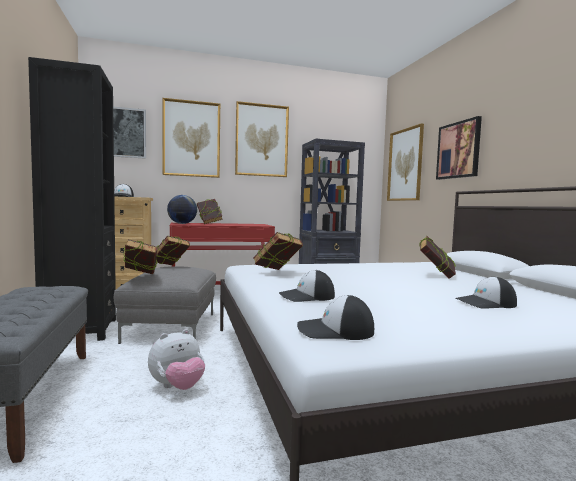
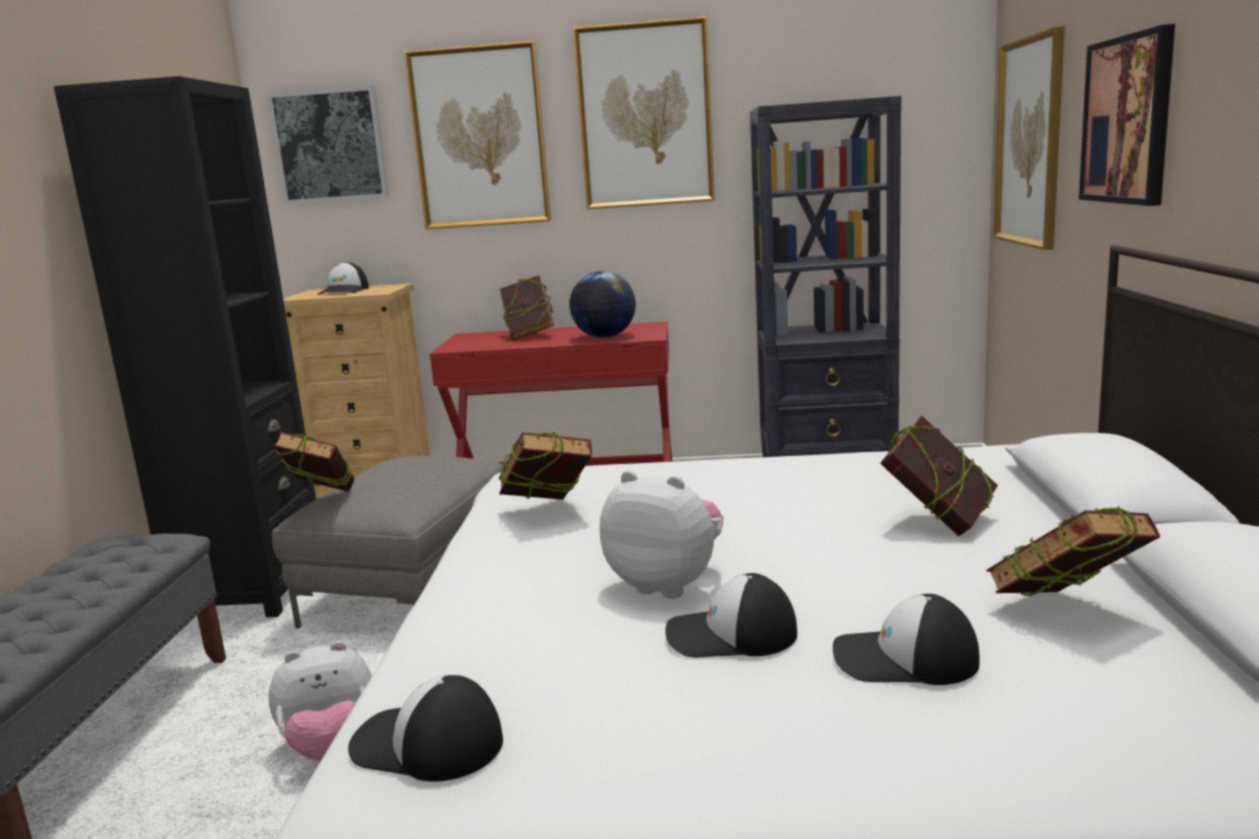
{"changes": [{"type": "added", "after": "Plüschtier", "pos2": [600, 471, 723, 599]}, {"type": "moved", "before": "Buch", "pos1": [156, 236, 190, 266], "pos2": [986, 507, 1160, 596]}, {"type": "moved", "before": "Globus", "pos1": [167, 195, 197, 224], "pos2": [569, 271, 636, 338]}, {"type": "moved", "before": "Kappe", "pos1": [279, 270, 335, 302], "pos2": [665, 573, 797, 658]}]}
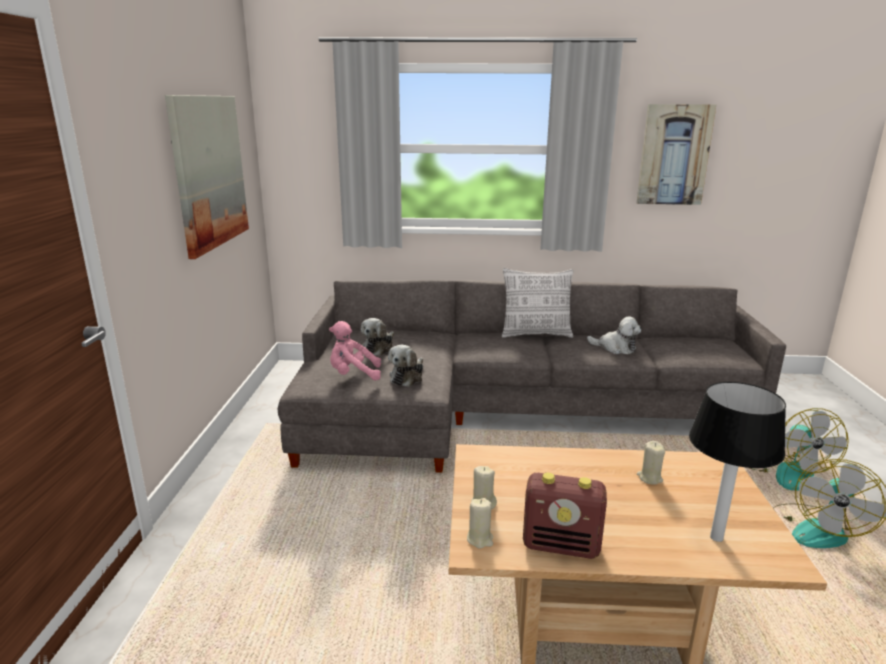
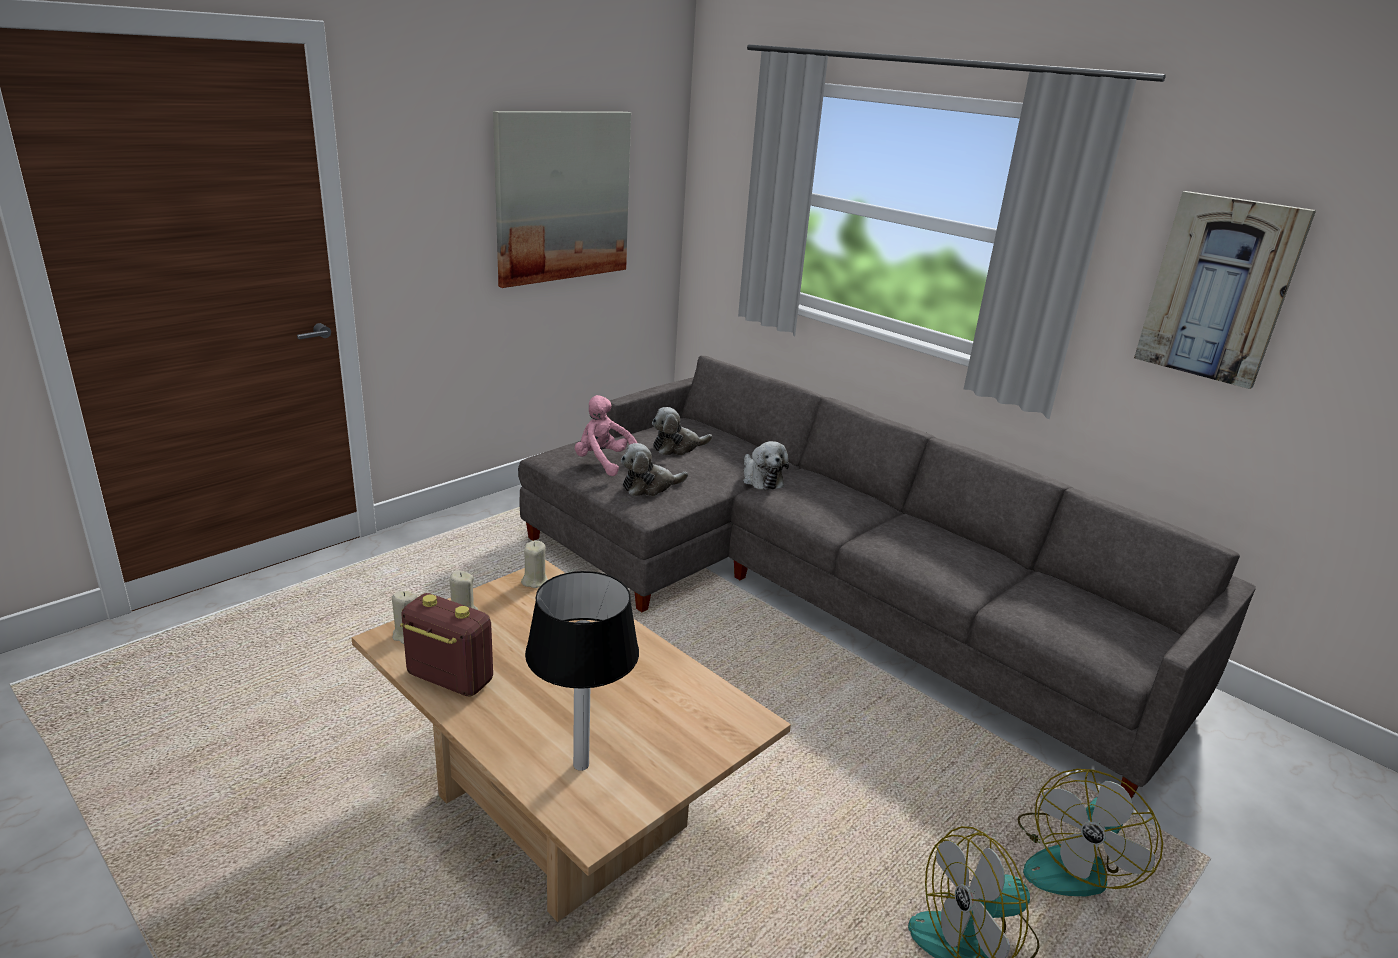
{"changes": [{"type": "removed", "before": "Kissen", "pos1": [502, 268, 573, 338]}, {"type": "moved", "before": "Plüschtier", "pos1": [587, 316, 641, 354], "pos2": [743, 441, 789, 490]}, {"type": "moved", "before": "Kerze/beige", "pos1": [637, 441, 665, 485], "pos2": [521, 541, 548, 588]}, {"type": "turned", "before": "Radio", "pos1": [523, 473, 607, 559], "pos2": [400, 593, 493, 697], "turn": 150}]}
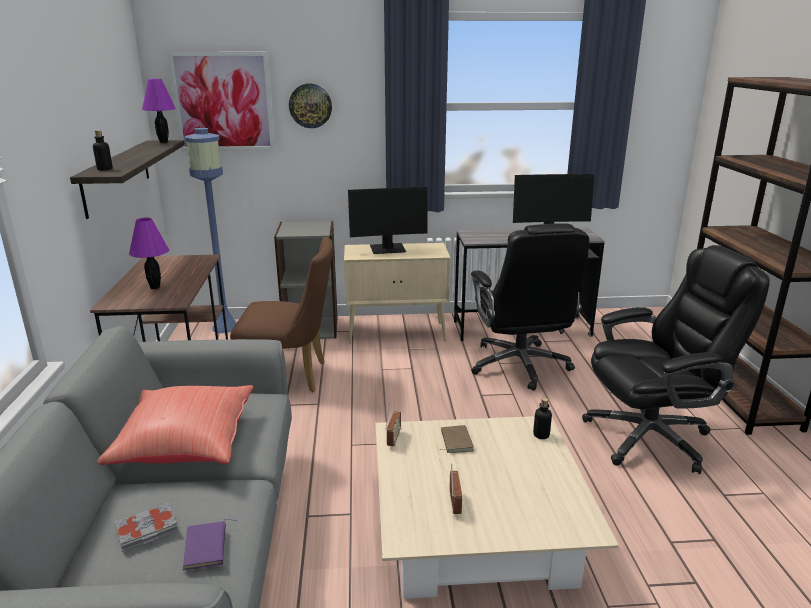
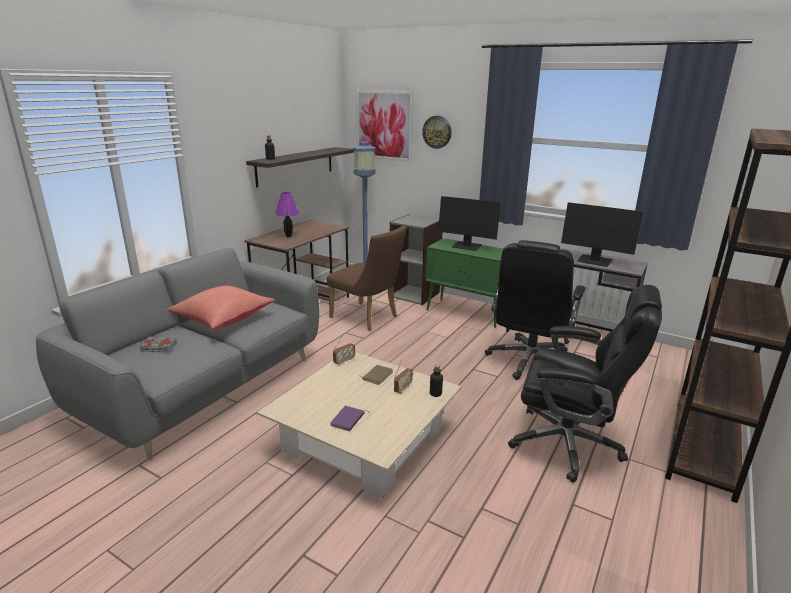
{"changes": [{"type": "removed", "before": "Tischlampe/lila", "pos1": [142, 79, 176, 143]}, {"type": "moved", "before": "Buch/lila", "pos1": [183, 519, 237, 570], "pos2": [330, 406, 371, 432]}, {"type": "moved", "before": "Radio", "pos1": [450, 464, 462, 514], "pos2": [394, 360, 413, 393]}, {"type": "recoloured", "before": "Schrank/beige", "after": "Schrank/grün", "pos1": [344, 243, 450, 344], "pos2": [426, 238, 503, 328]}]}
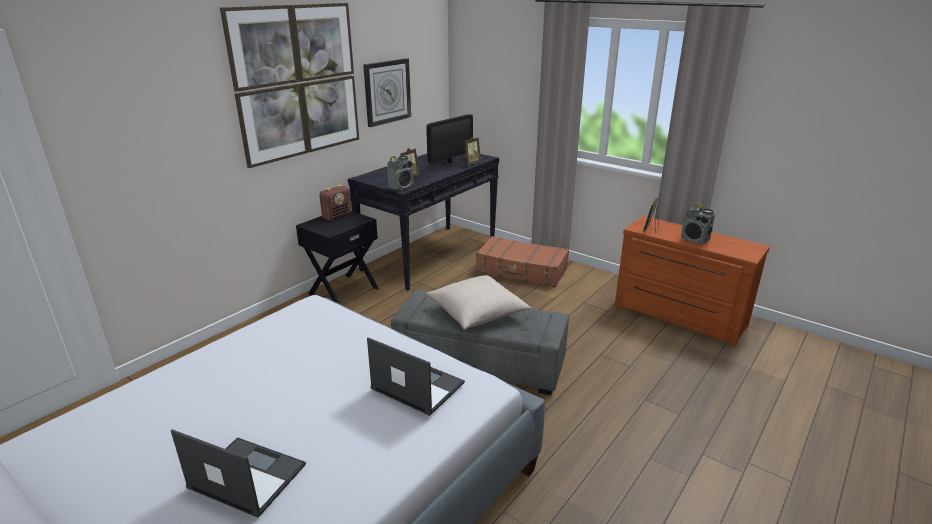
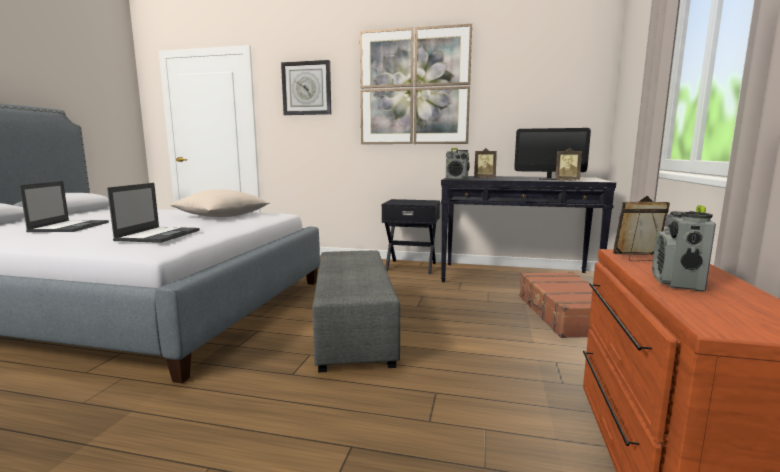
{"changes": [{"type": "removed", "before": "Radio", "pos1": [319, 185, 351, 220]}, {"type": "moved", "before": "Wanduhr", "pos1": [363, 58, 411, 127], "pos2": [281, 60, 331, 115]}, {"type": "moved", "before": "Kissen/beige", "pos1": [426, 275, 531, 330], "pos2": [170, 190, 270, 217]}]}
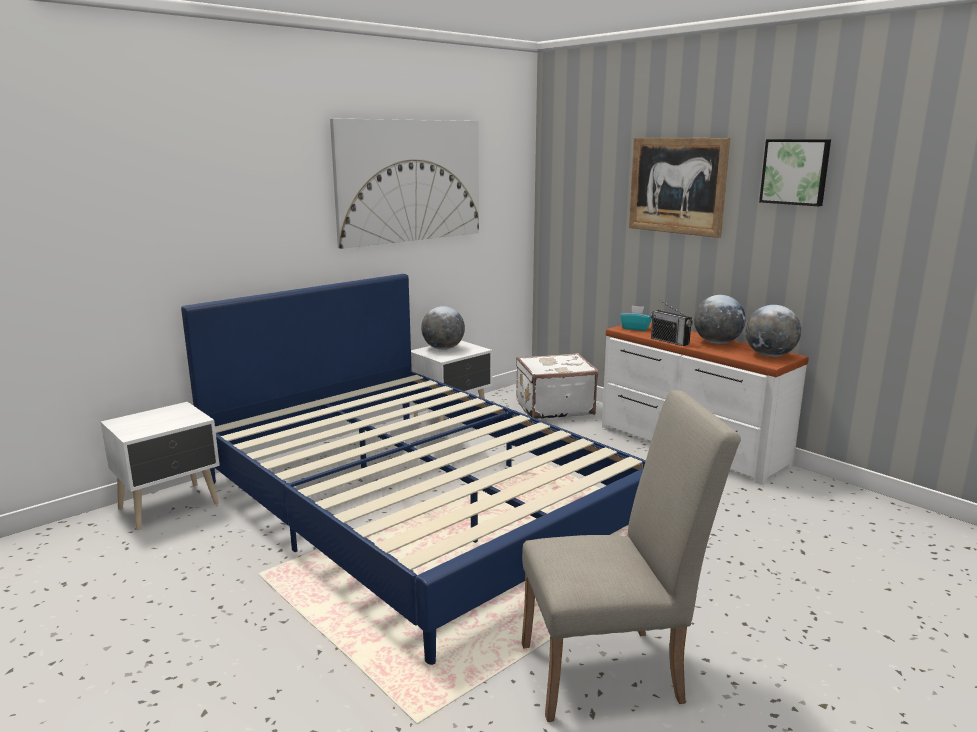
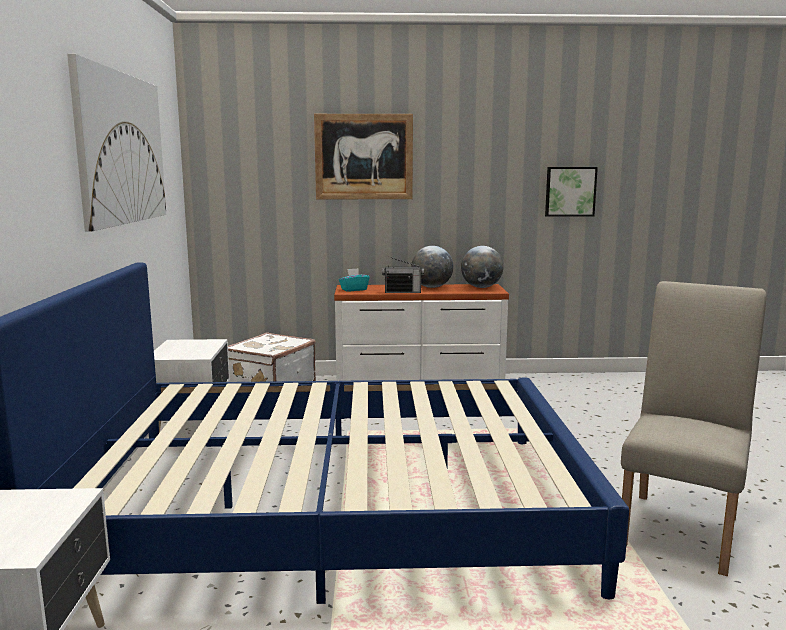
{"changes": [{"type": "removed", "before": "Globus", "pos1": [421, 306, 465, 350]}, {"type": "moved", "before": "Bild", "pos1": [759, 139, 831, 206], "pos2": [545, 167, 598, 217]}]}
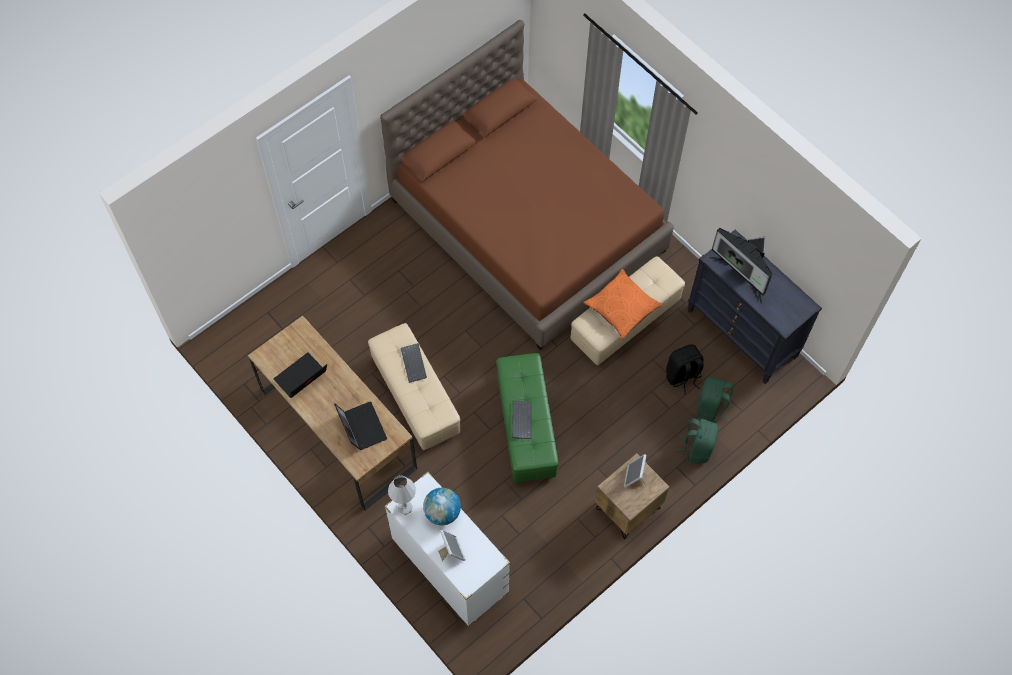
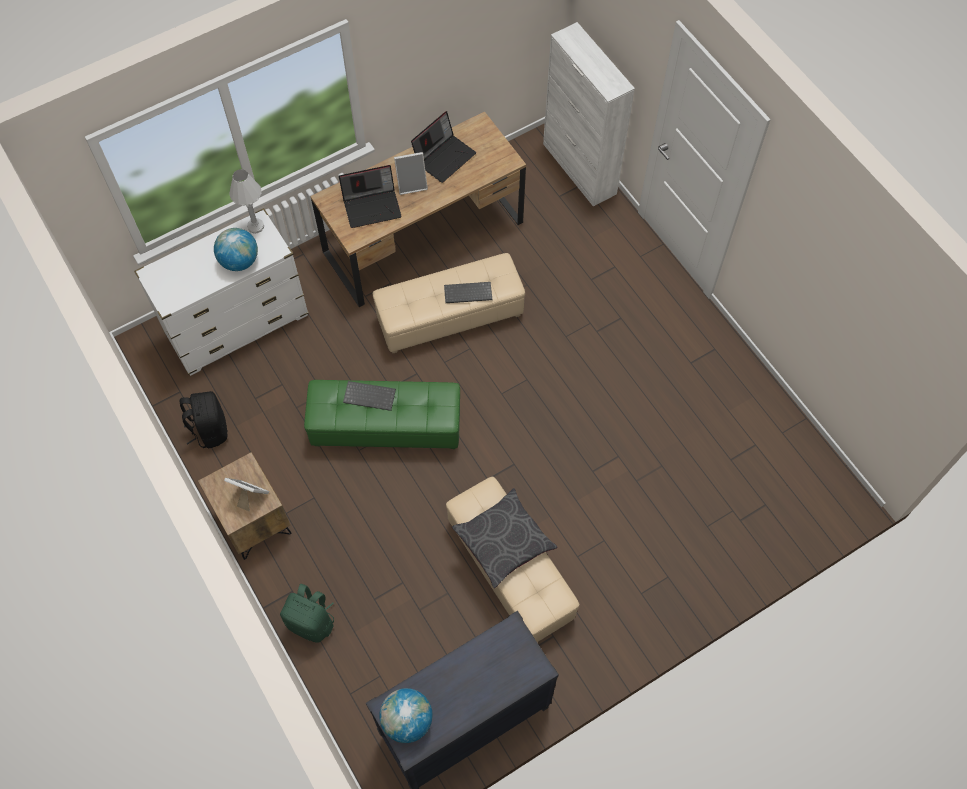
{"changes": [{"type": "removed", "before": "Bett/braun", "pos1": [380, 20, 674, 350]}, {"type": "removed", "before": "Rucksack/grün", "pos1": [697, 377, 734, 422]}, {"type": "removed", "before": "Monitor", "pos1": [709, 228, 772, 304]}, {"type": "added", "after": "Globus", "pos2": [379, 688, 432, 743]}, {"type": "added", "after": "Schrank/weiß", "pos2": [543, 22, 635, 207]}, {"type": "moved", "before": "Bilderrahmen", "pos1": [438, 530, 466, 562], "pos2": [394, 152, 428, 195]}, {"type": "moved", "before": "Rucksack/schwarz", "pos1": [666, 345, 704, 395], "pos2": [180, 391, 227, 448]}, {"type": "recoloured", "before": "Kissen/orange", "after": "Kissen/grau", "pos1": [583, 269, 662, 339], "pos2": [452, 488, 558, 588]}, {"type": "turned", "before": "Laptop", "pos1": [274, 352, 327, 398], "pos2": [411, 111, 476, 183], "turn": 75}]}
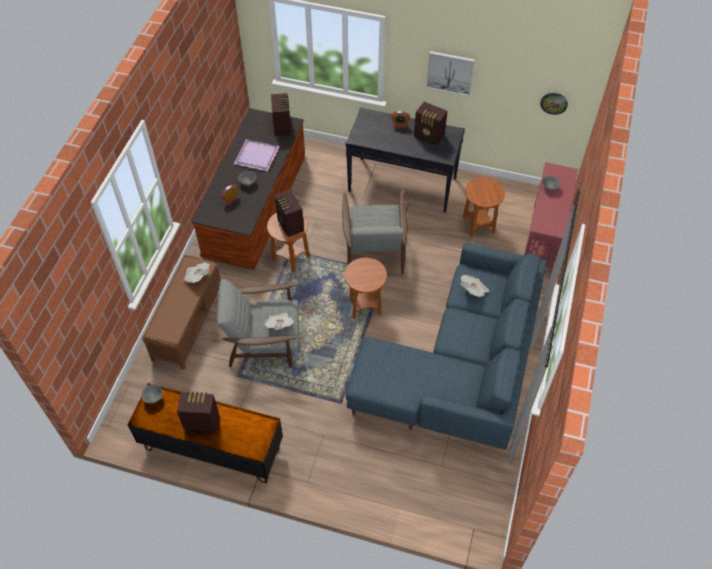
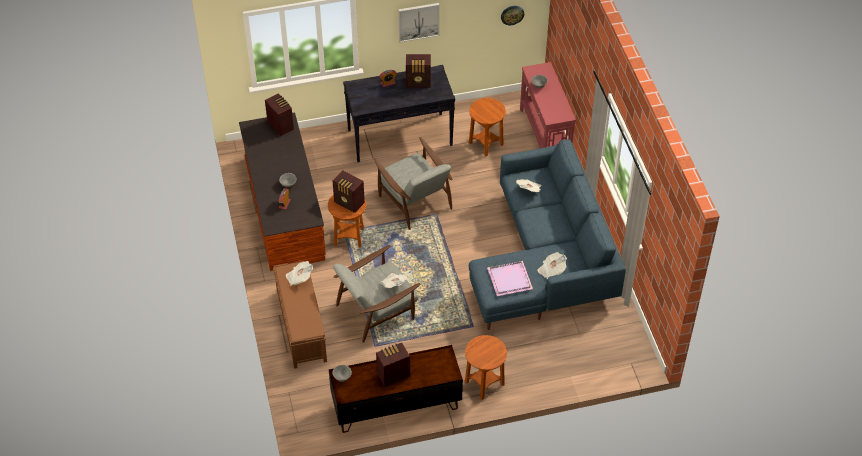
{"changes": [{"type": "added", "after": "Zeitung", "pos2": [537, 252, 567, 280]}, {"type": "moved", "before": "Tablett/lila", "pos1": [234, 139, 280, 171], "pos2": [487, 261, 533, 296]}, {"type": "moved", "before": "Beistelltisch/braun", "pos1": [344, 258, 387, 319], "pos2": [465, 335, 507, 400]}]}
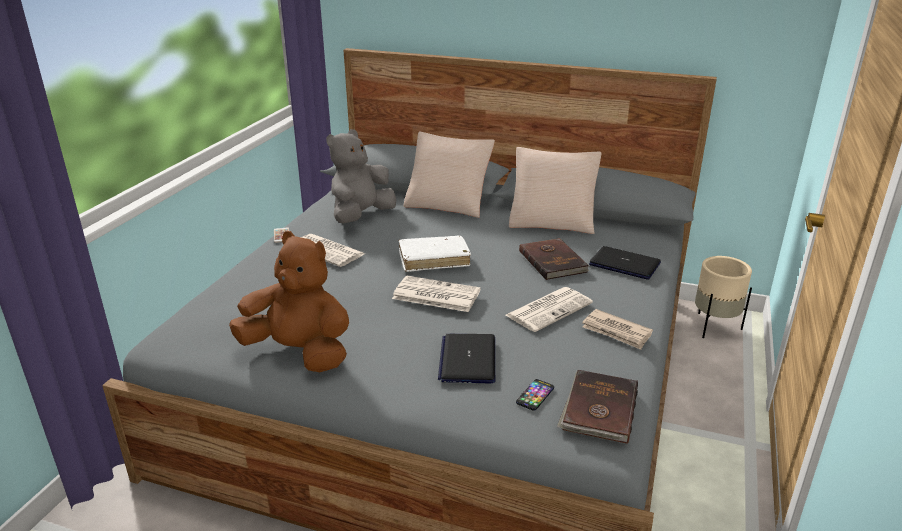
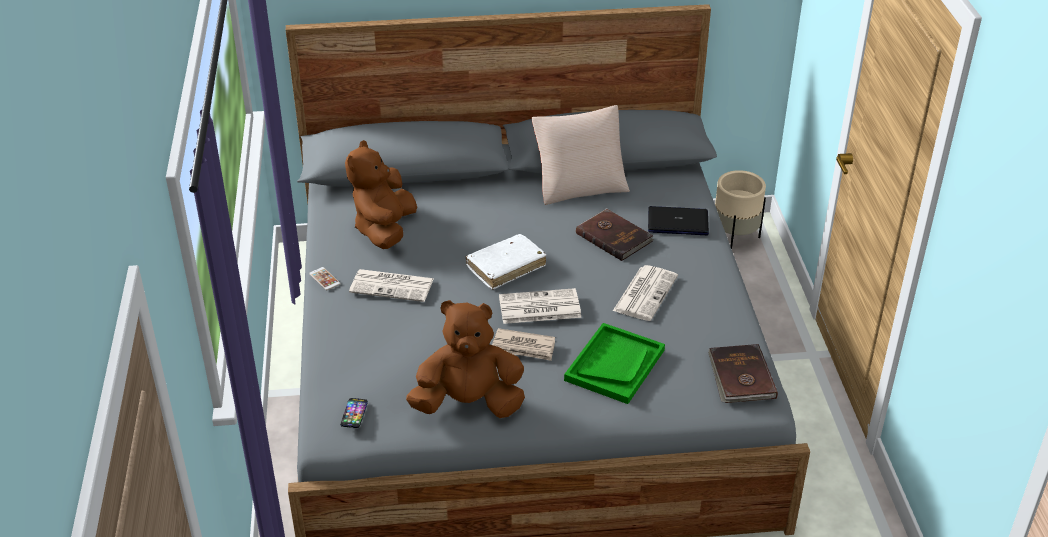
{"changes": [{"type": "removed", "before": "Kissen/beige", "pos1": [403, 132, 495, 218]}, {"type": "moved", "before": "Handy", "pos1": [516, 379, 554, 411], "pos2": [340, 398, 368, 428]}, {"type": "moved", "before": "Zeitung", "pos1": [582, 309, 653, 350], "pos2": [492, 328, 555, 361]}, {"type": "replaced", "before": "Laptop", "after": "Tablett/grün", "pos1": [438, 334, 495, 384], "pos2": [564, 323, 665, 404]}, {"type": "recoloured", "before": "Plüschtier/grau", "after": "Plüschtier/braun", "pos1": [326, 129, 396, 224], "pos2": [345, 140, 417, 249]}]}
